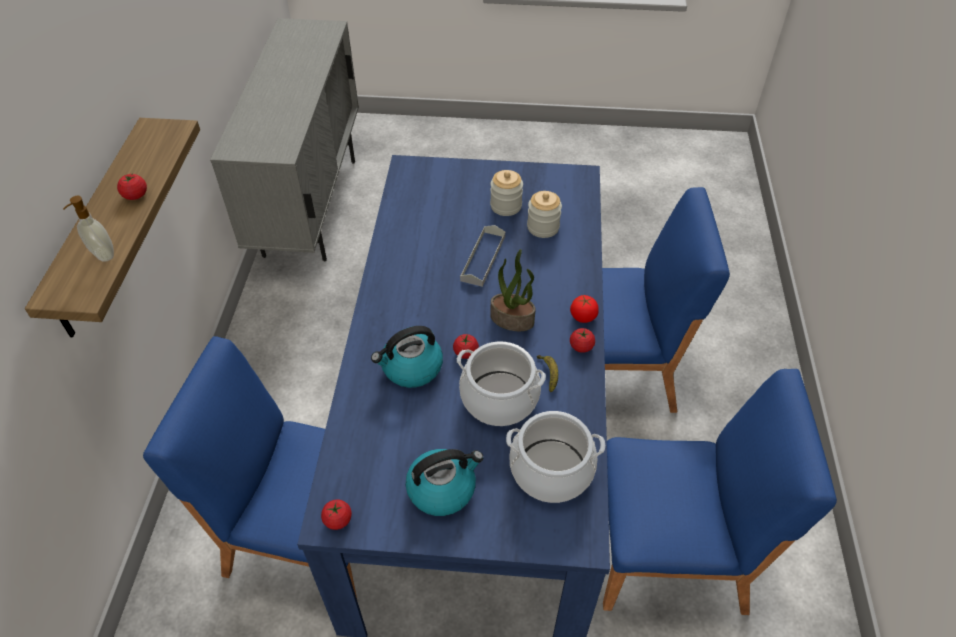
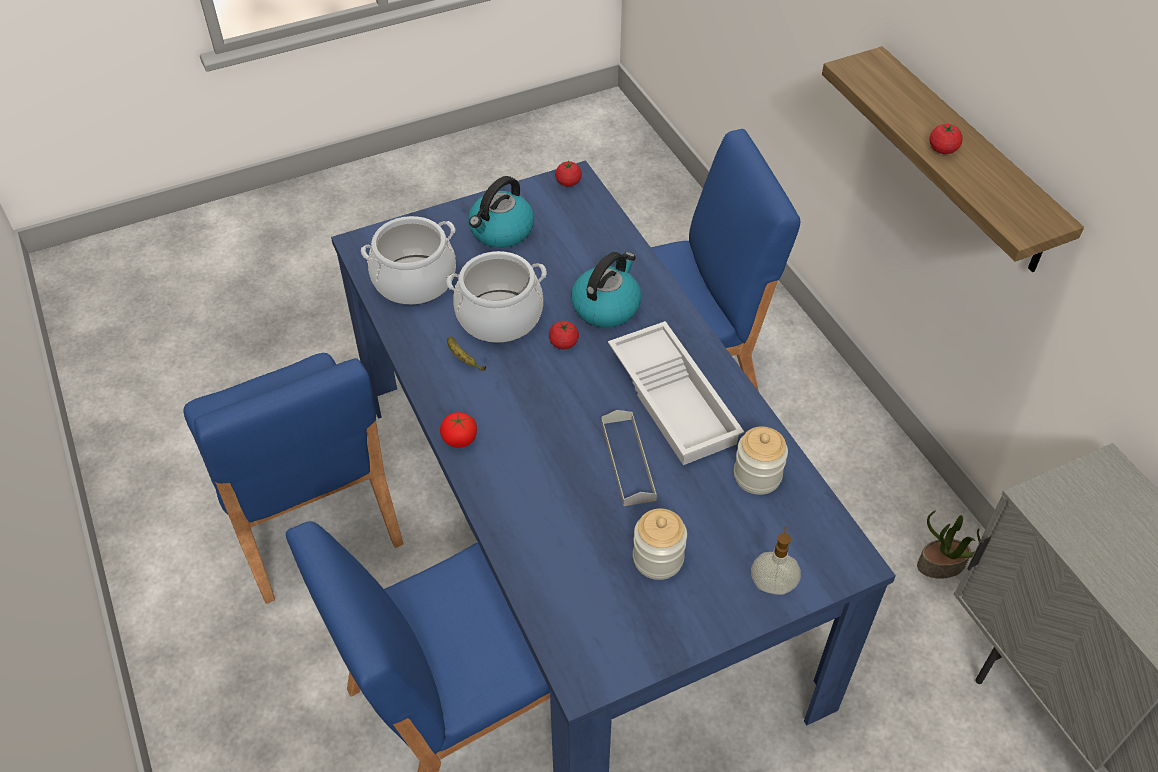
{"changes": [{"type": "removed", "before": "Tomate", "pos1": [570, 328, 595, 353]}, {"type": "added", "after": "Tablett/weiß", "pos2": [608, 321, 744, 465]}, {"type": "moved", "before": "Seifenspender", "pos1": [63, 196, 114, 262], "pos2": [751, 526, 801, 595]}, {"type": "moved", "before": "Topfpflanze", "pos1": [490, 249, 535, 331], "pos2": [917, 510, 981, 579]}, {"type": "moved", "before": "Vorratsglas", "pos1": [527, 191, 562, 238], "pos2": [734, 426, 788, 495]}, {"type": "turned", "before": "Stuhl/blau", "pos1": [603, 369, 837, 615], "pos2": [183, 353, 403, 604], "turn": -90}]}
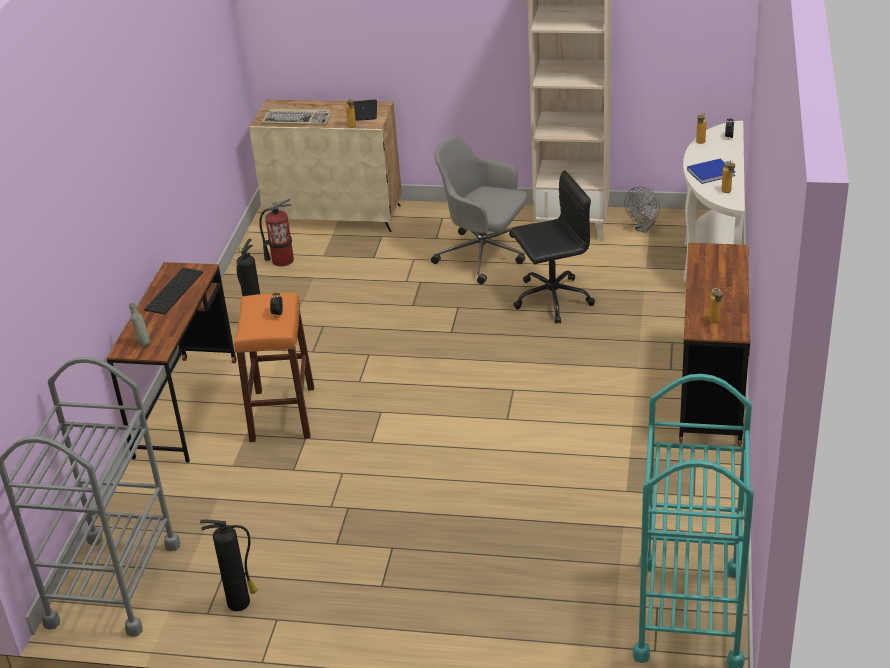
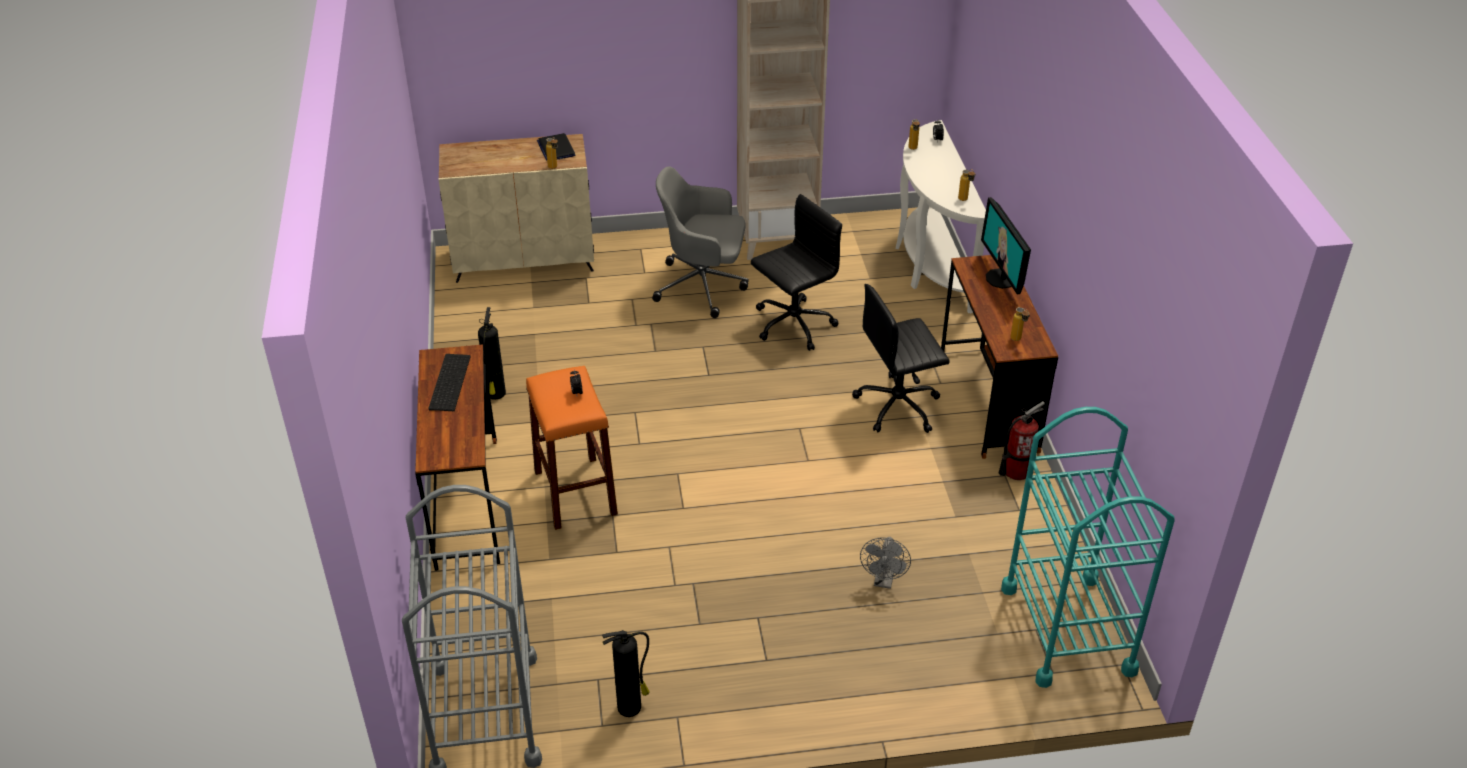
{"changes": [{"type": "removed", "before": "Flasche/grau", "pos1": [129, 303, 151, 346]}, {"type": "removed", "before": "Tastatur", "pos1": [262, 109, 331, 125]}, {"type": "removed", "before": "Buch/blau", "pos1": [687, 159, 735, 184]}, {"type": "added", "after": "Bürostuhl/schwarz", "pos2": [852, 284, 950, 433]}, {"type": "added", "after": "Monitor", "pos2": [981, 197, 1031, 294]}, {"type": "moved", "before": "Feuerlöscher", "pos1": [259, 198, 294, 266], "pos2": [999, 401, 1045, 480]}, {"type": "moved", "before": "Ventilator/grau", "pos1": [624, 187, 660, 233], "pos2": [860, 537, 911, 589]}]}
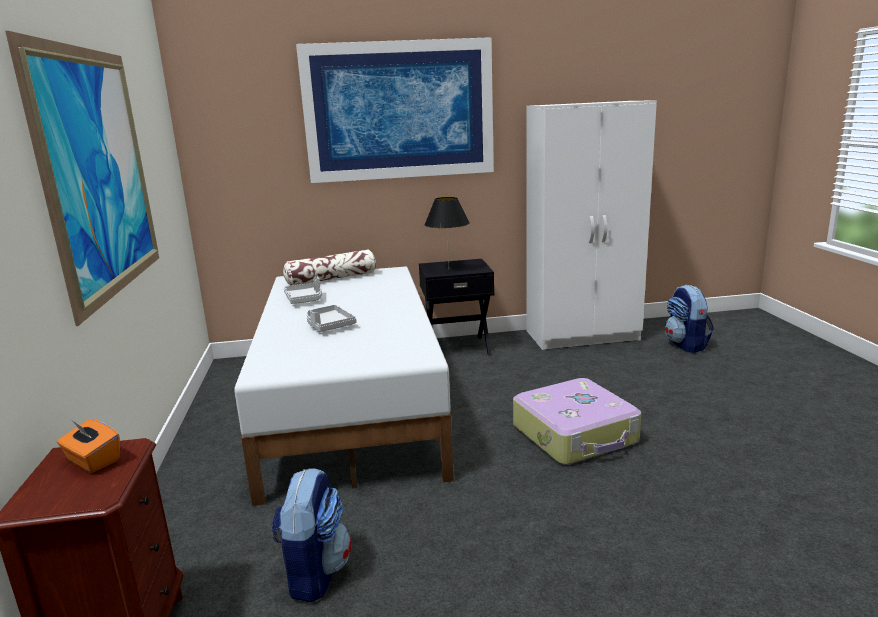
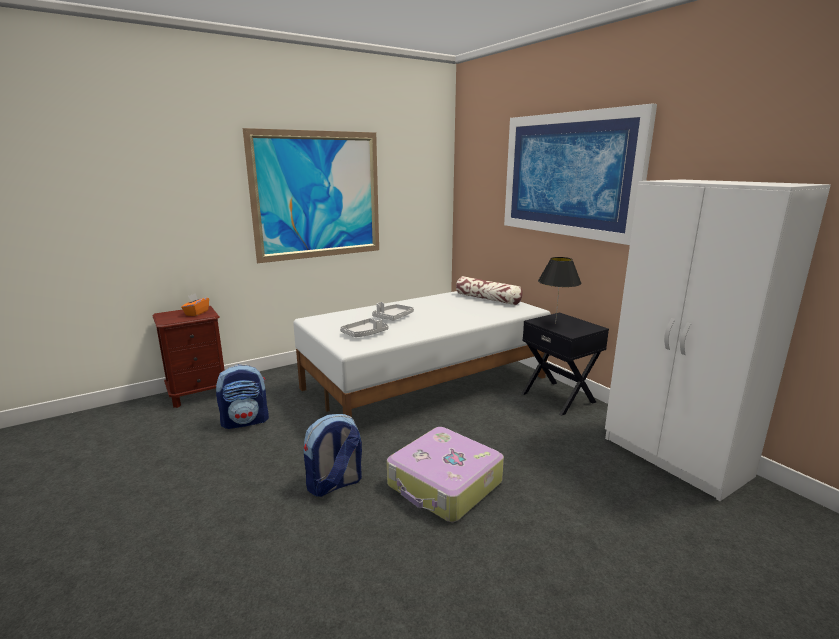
{"changes": [{"type": "moved", "before": "Tablett/grau", "pos1": [284, 277, 322, 304], "pos2": [340, 318, 388, 337]}, {"type": "moved", "before": "Rucksack", "pos1": [665, 285, 714, 353], "pos2": [304, 414, 362, 497]}]}
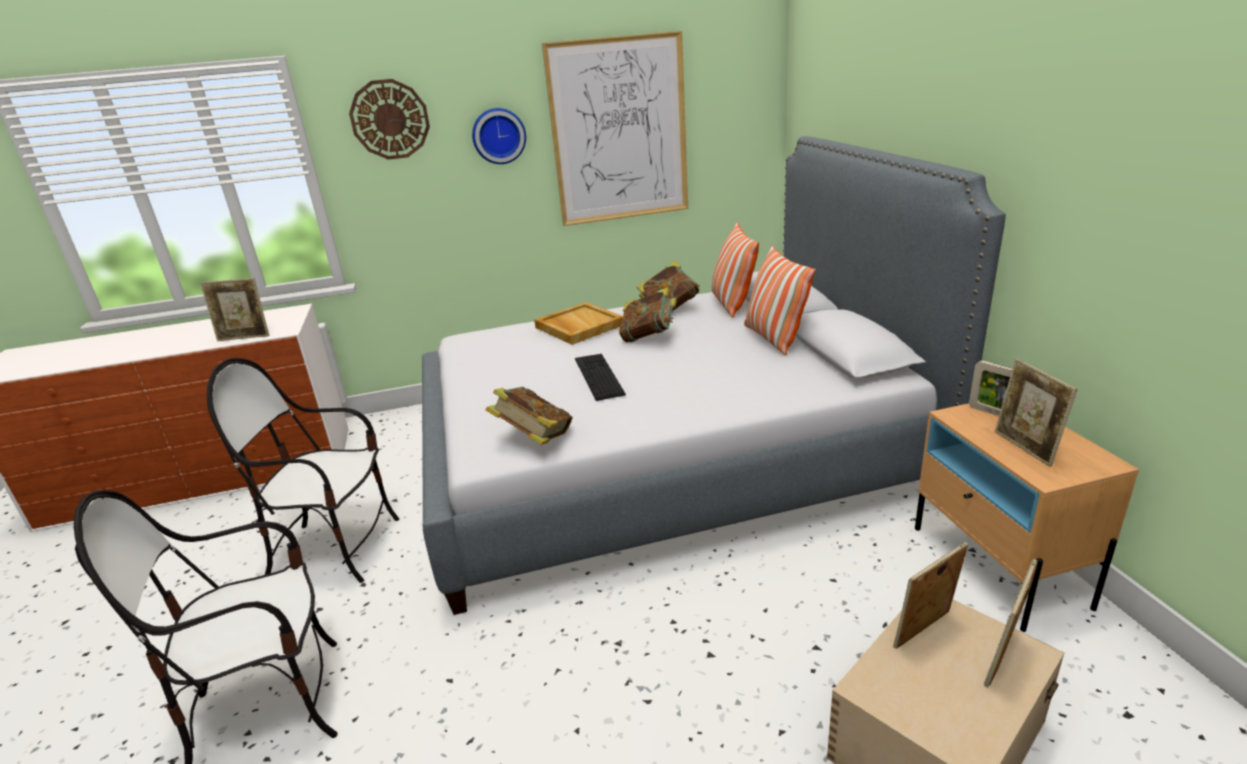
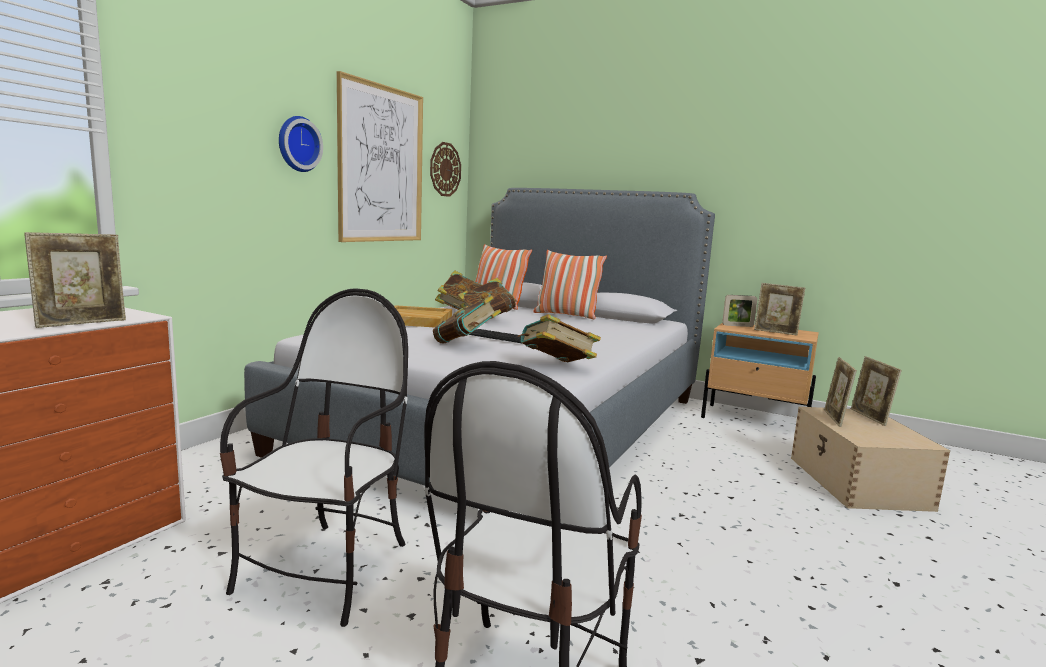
{"changes": [{"type": "added", "after": "Buch", "pos2": [433, 296, 501, 344]}, {"type": "moved", "before": "Wanduhr", "pos1": [349, 79, 430, 160], "pos2": [430, 142, 461, 197]}, {"type": "turned", "before": "Stuhl", "pos1": [207, 358, 399, 583], "pos2": [220, 288, 408, 627], "turn": 150}]}
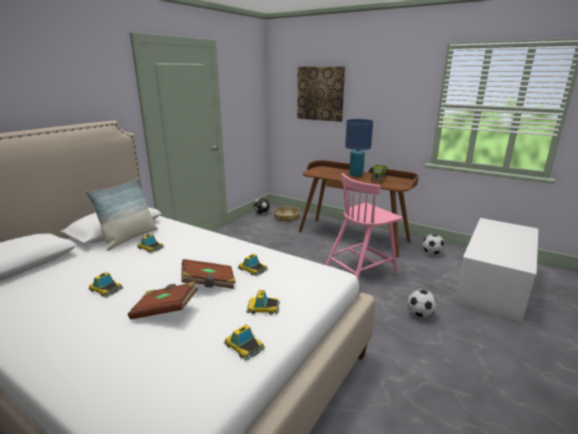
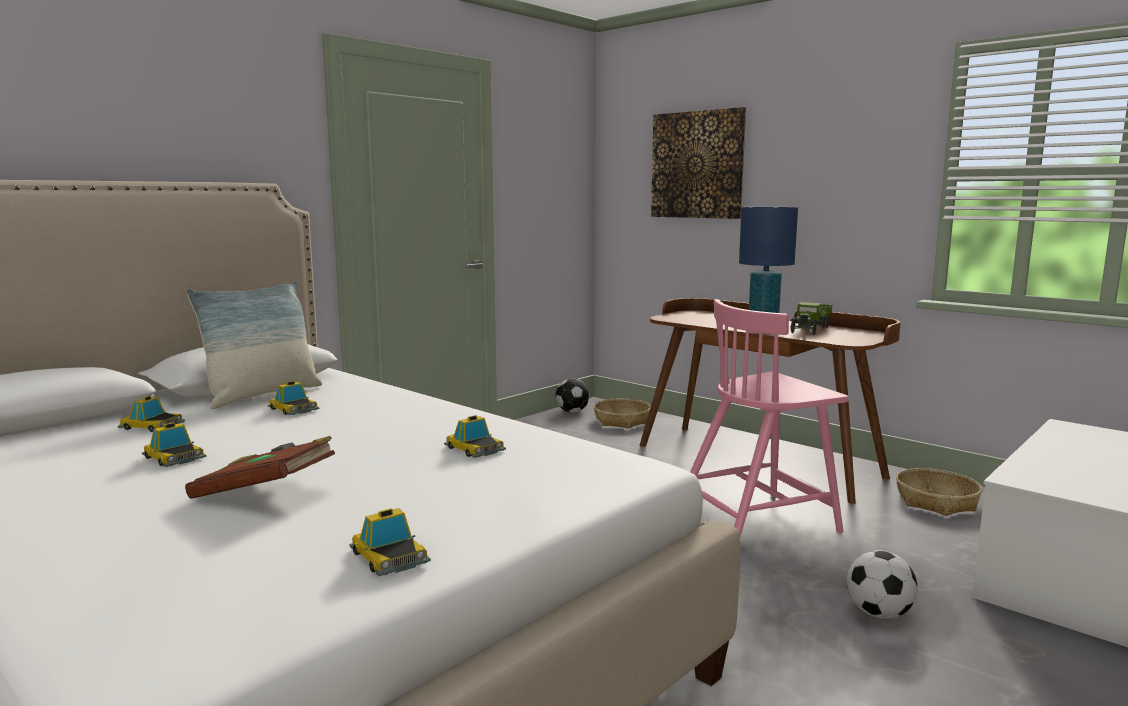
{"changes": [{"type": "removed", "before": "Buch/braun", "pos1": [182, 259, 236, 289]}, {"type": "moved", "before": "Spielzeugauto", "pos1": [246, 290, 280, 315], "pos2": [118, 395, 185, 432]}, {"type": "replaced", "before": "Fußball", "after": "Korb", "pos1": [422, 234, 445, 255], "pos2": [896, 468, 982, 516]}]}
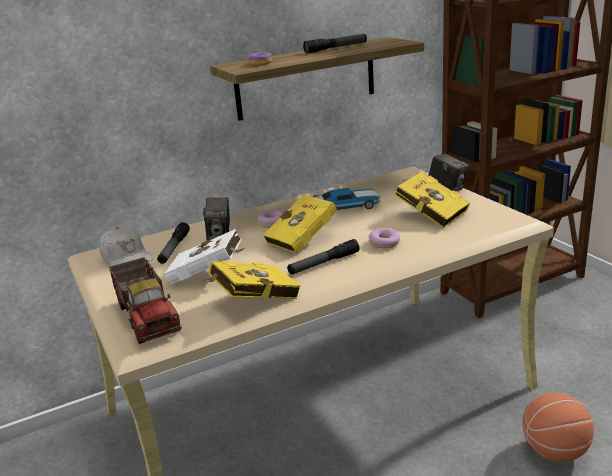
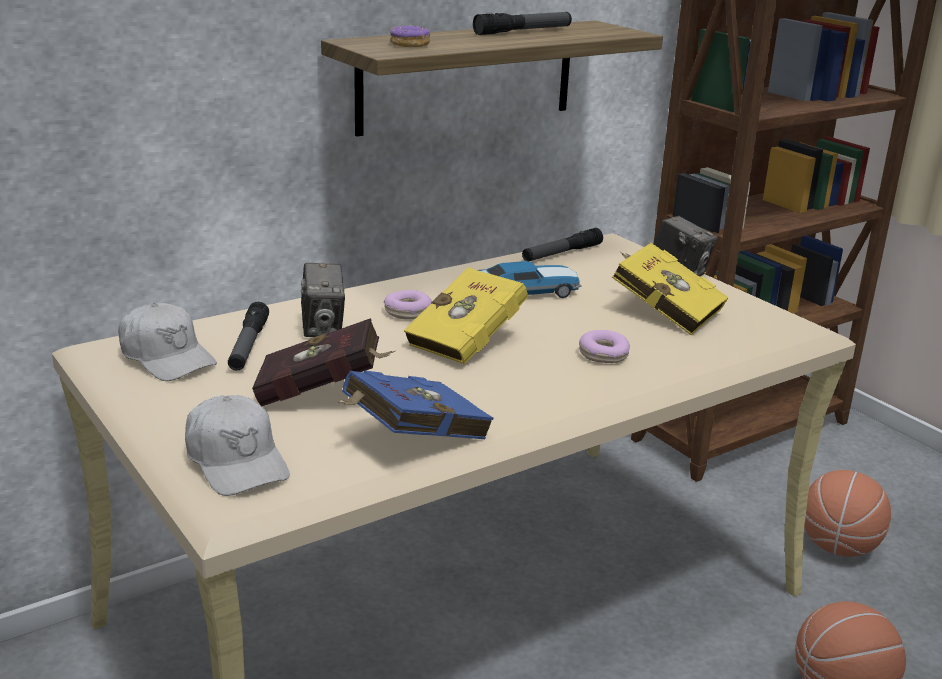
{"changes": [{"type": "added", "after": "Basketball", "pos2": [804, 470, 891, 557]}, {"type": "moved", "before": "Taschenlampe", "pos1": [287, 239, 359, 275], "pos2": [522, 228, 603, 261]}, {"type": "replaced", "before": "Spielzeuglaster", "after": "Kappe/weiß", "pos1": [109, 257, 182, 344], "pos2": [185, 395, 290, 496]}, {"type": "recoloured", "before": "Buch/weiß", "after": "Buch/rot", "pos1": [164, 229, 245, 285], "pos2": [252, 318, 395, 406]}, {"type": "recoloured", "before": "Buch/gelb", "after": "Buch/blau", "pos1": [202, 261, 301, 299], "pos2": [339, 370, 494, 439]}]}
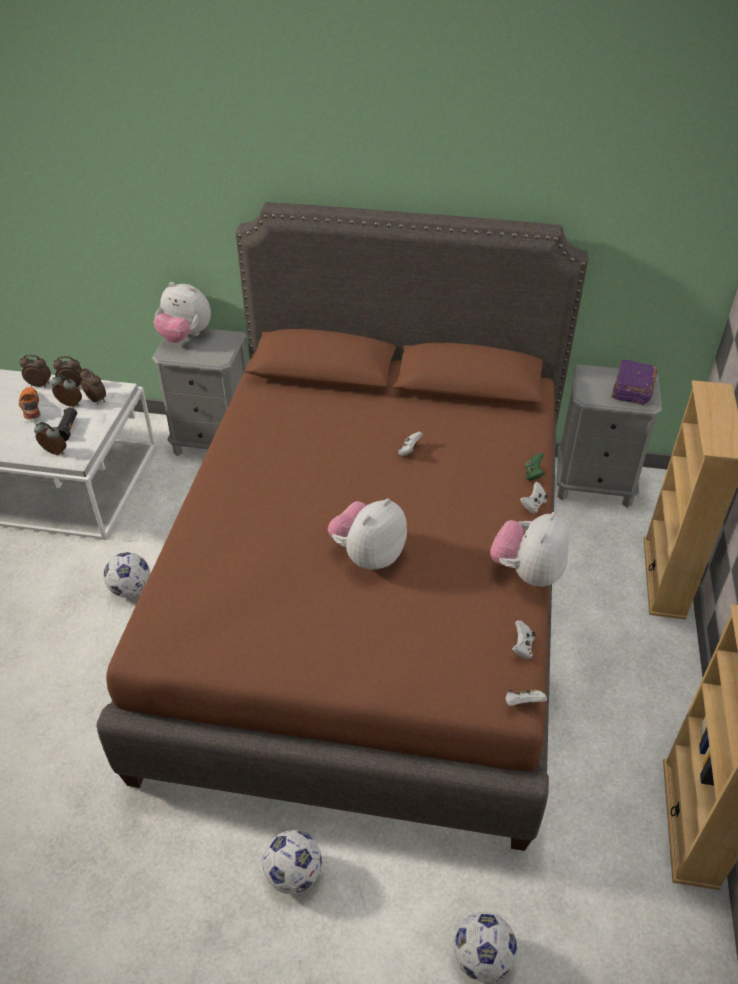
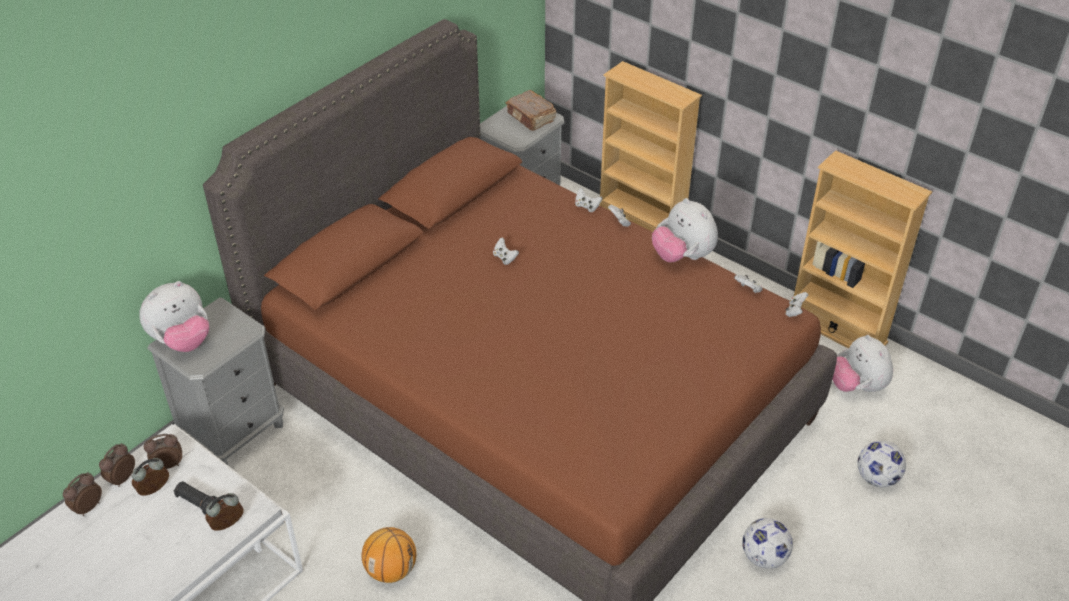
{"changes": [{"type": "removed", "before": "Schuh/orange", "pos1": [19, 387, 41, 420]}, {"type": "moved", "before": "Plüschtier", "pos1": [328, 498, 407, 570], "pos2": [832, 335, 893, 392]}, {"type": "replaced", "before": "Fußball", "after": "Basketball", "pos1": [104, 552, 150, 598], "pos2": [362, 527, 416, 583]}, {"type": "recoloured", "before": "Gamepad/grün", "after": "Gamepad/weiß", "pos1": [525, 453, 545, 481], "pos2": [575, 188, 602, 212]}, {"type": "recoloured", "before": "Buch/lila", "after": "Buch/braun", "pos1": [611, 360, 658, 406], "pos2": [505, 90, 556, 131]}]}
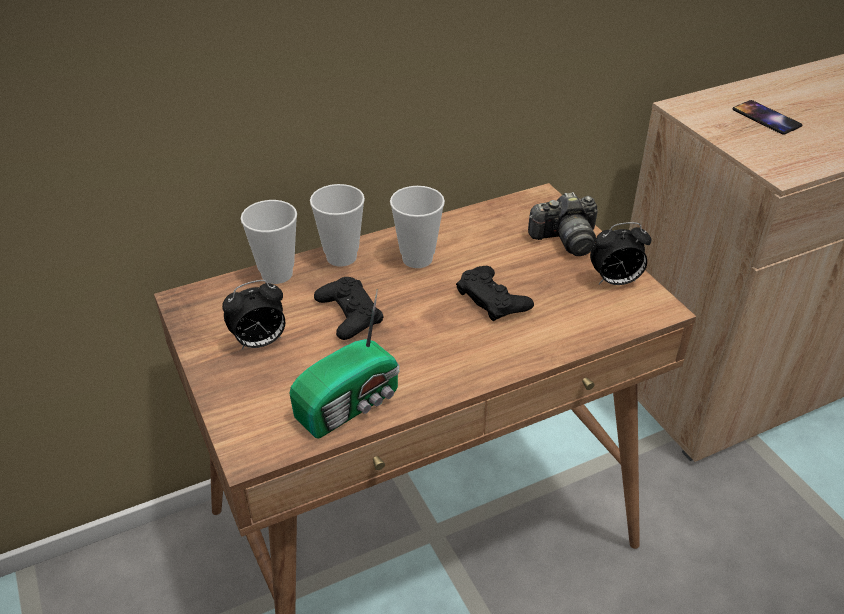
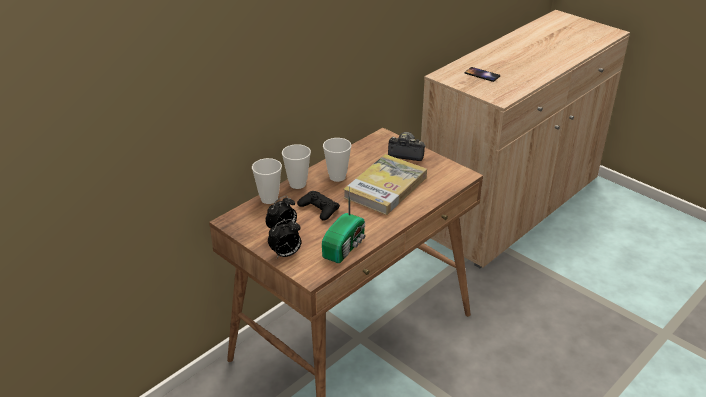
{"changes": [{"type": "moved", "before": "Wecker", "pos1": [590, 222, 651, 285], "pos2": [268, 219, 301, 258]}, {"type": "replaced", "before": "Gamepad/schwarz", "after": "Buch", "pos1": [456, 266, 534, 321], "pos2": [343, 154, 427, 215]}, {"type": "turned", "before": "Kamera", "pos1": [528, 192, 598, 256], "pos2": [388, 132, 426, 161], "turn": -135}]}
